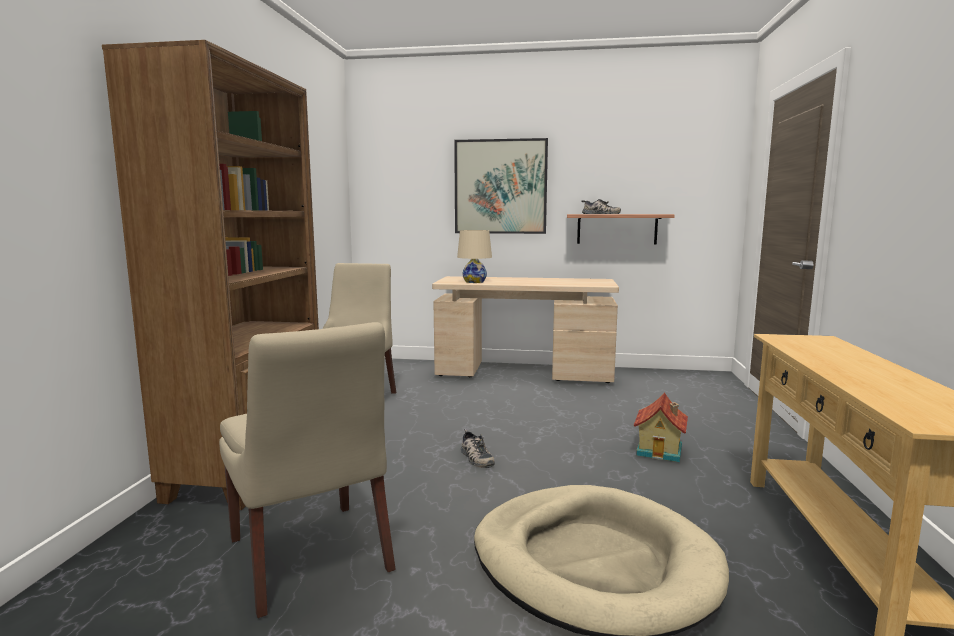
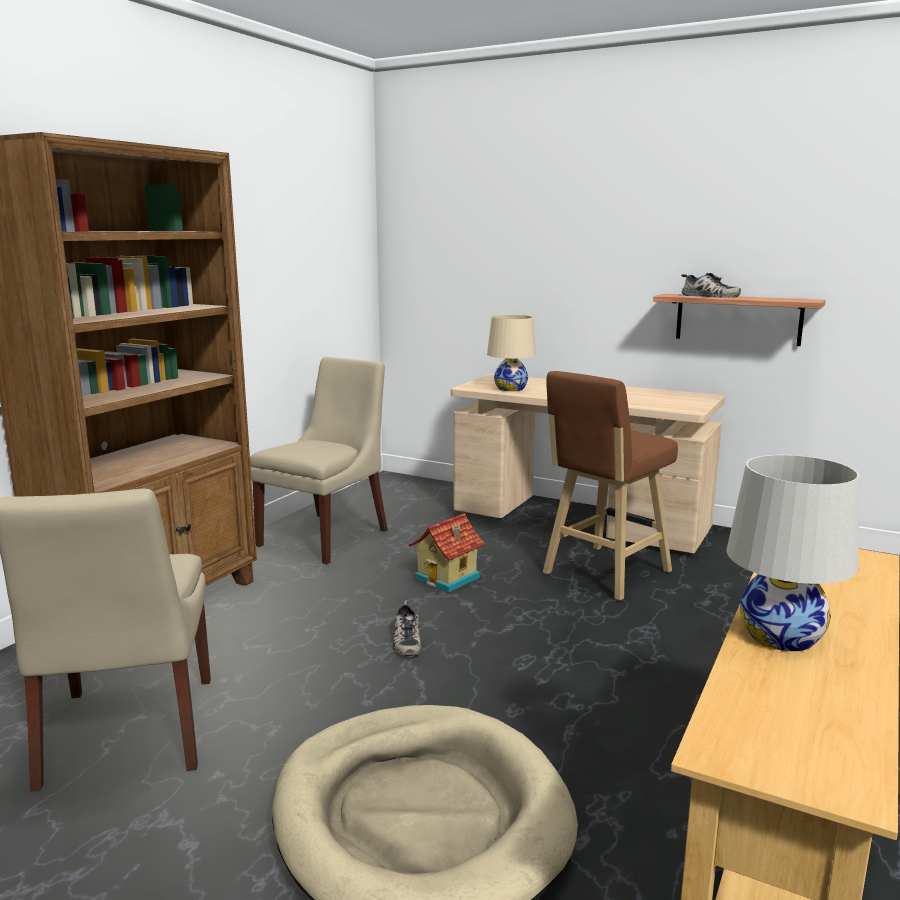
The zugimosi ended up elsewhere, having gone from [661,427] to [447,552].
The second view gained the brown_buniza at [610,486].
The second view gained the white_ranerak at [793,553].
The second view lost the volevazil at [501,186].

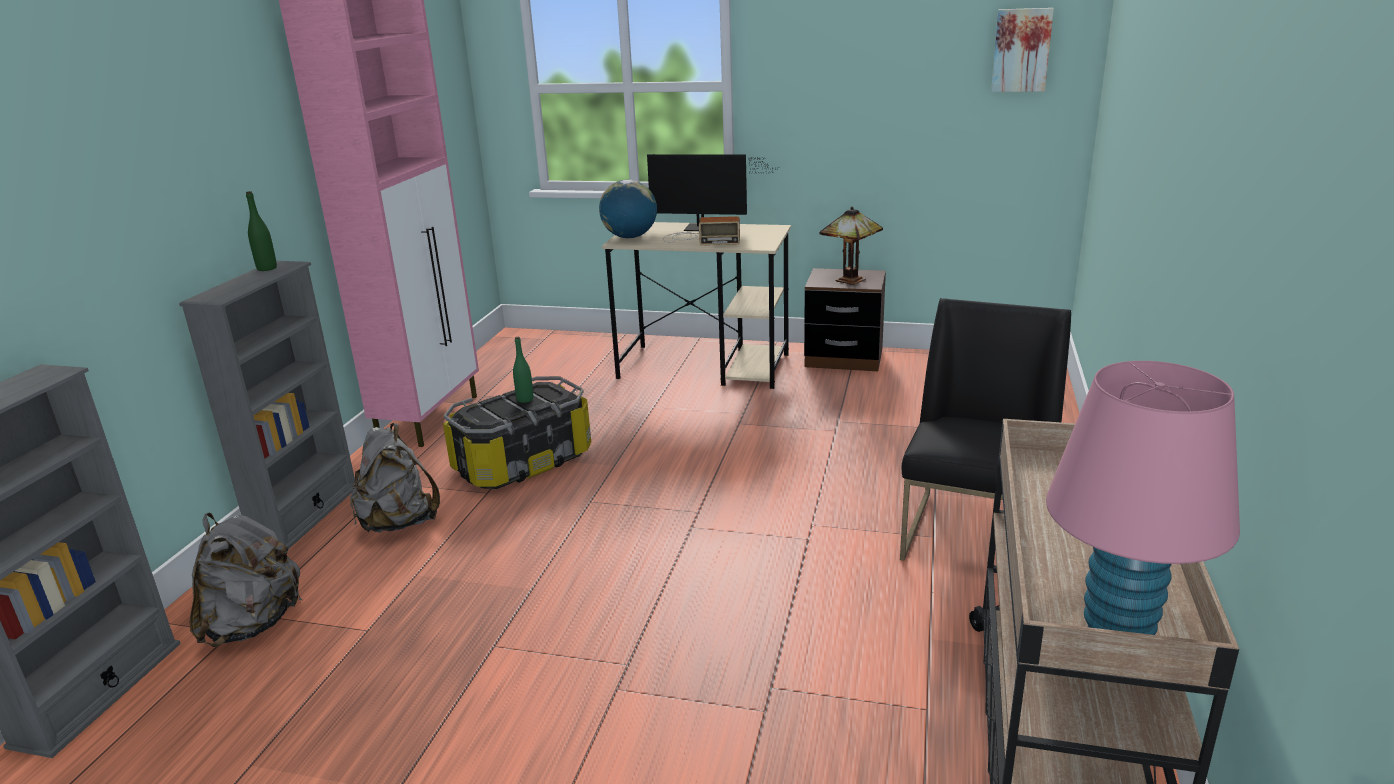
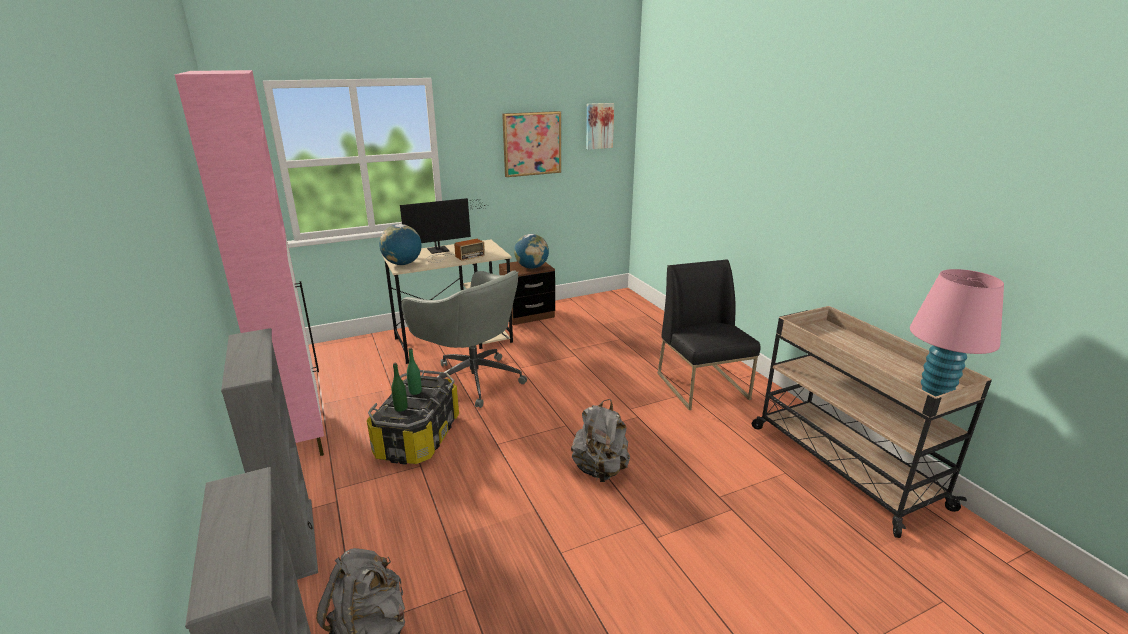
The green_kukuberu ended up elsewhere, having gone from [261,231] to [399,387].
The second view gained the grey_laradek at [464,339].
The second view gained the volevazil at [531,144].
Where the ranerak stood at [851,246], the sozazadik came to stand at [531,251].
The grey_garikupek ended up elsewhere, having gone from [395,477] to [600,440].

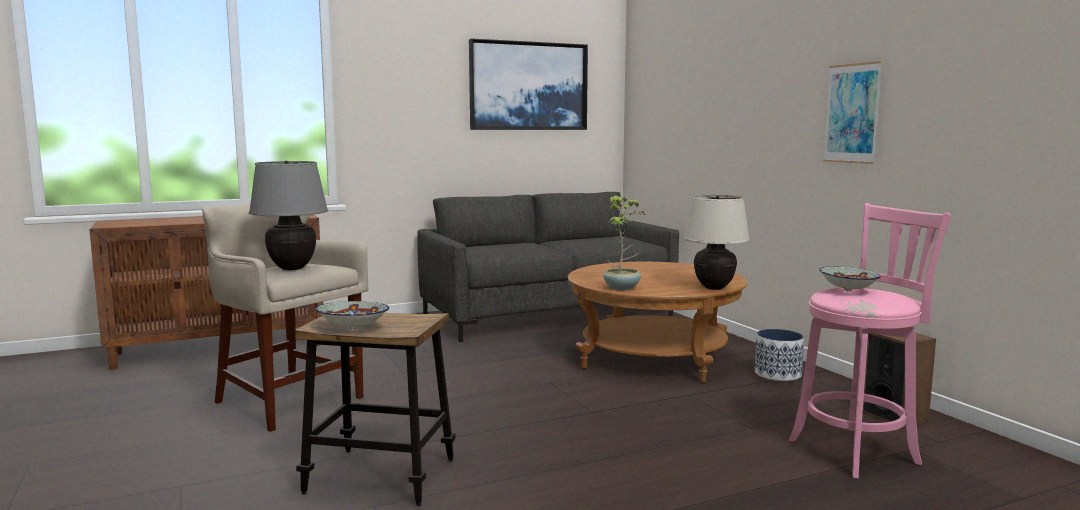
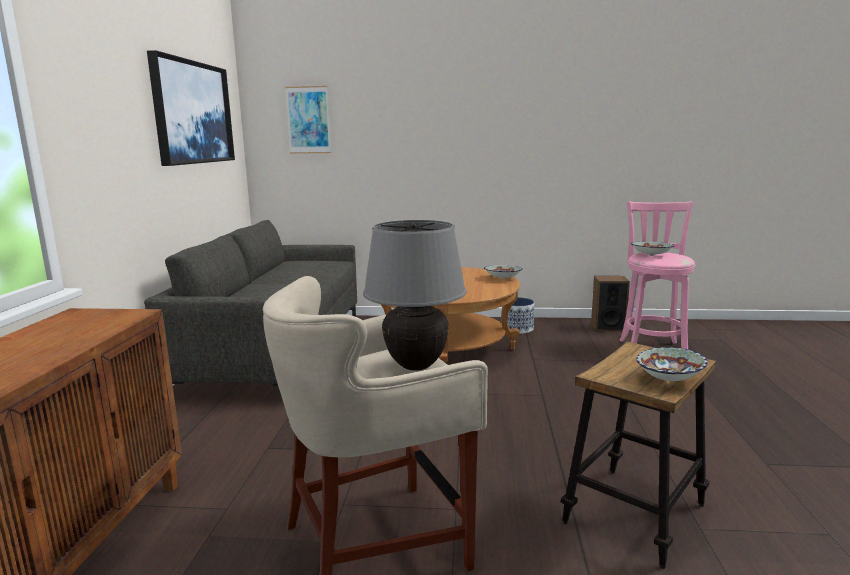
The volevazil ended up elsewhere, having gone from [853,112] to [308,120].
Where the beige_ranerak stood at [716,242], the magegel came to stand at [503,272].
The second view lost the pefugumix at [624,242].

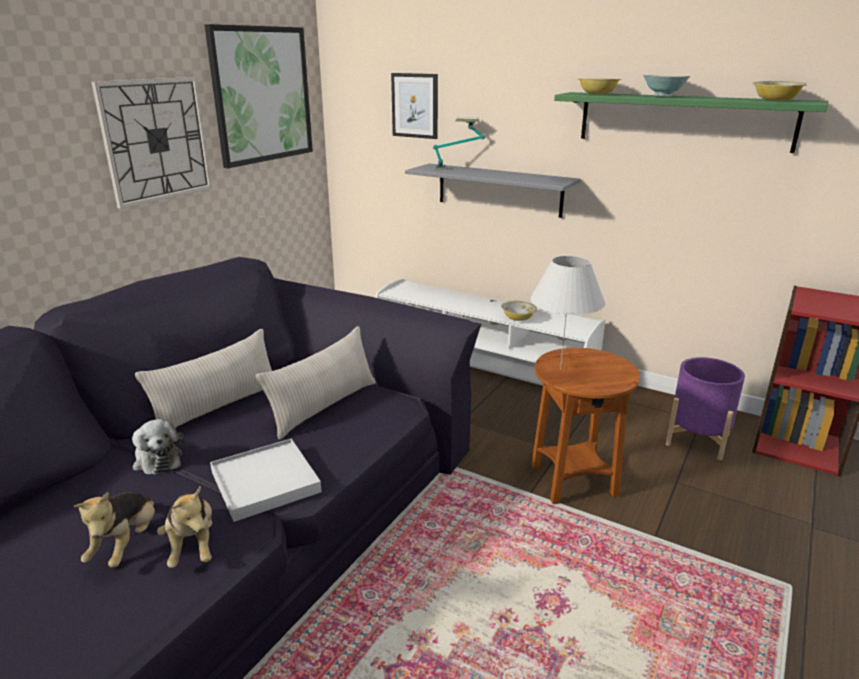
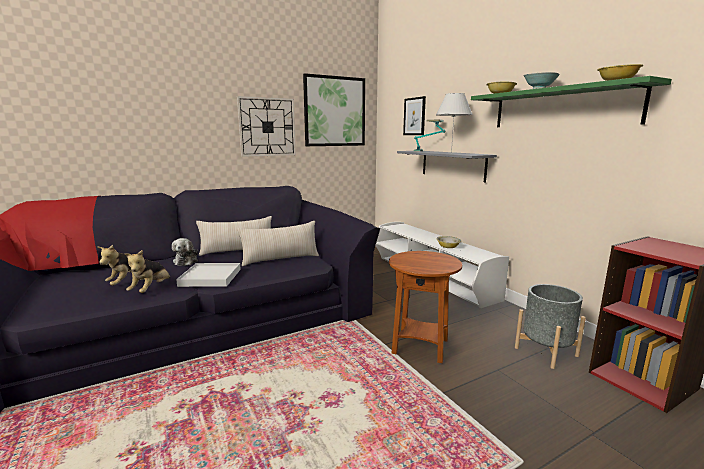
The white_ranerak ended up elsewhere, having gone from [567,312] to [454,123].
What was the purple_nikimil at [705,408] turned into the grey_nikimil at [550,326].

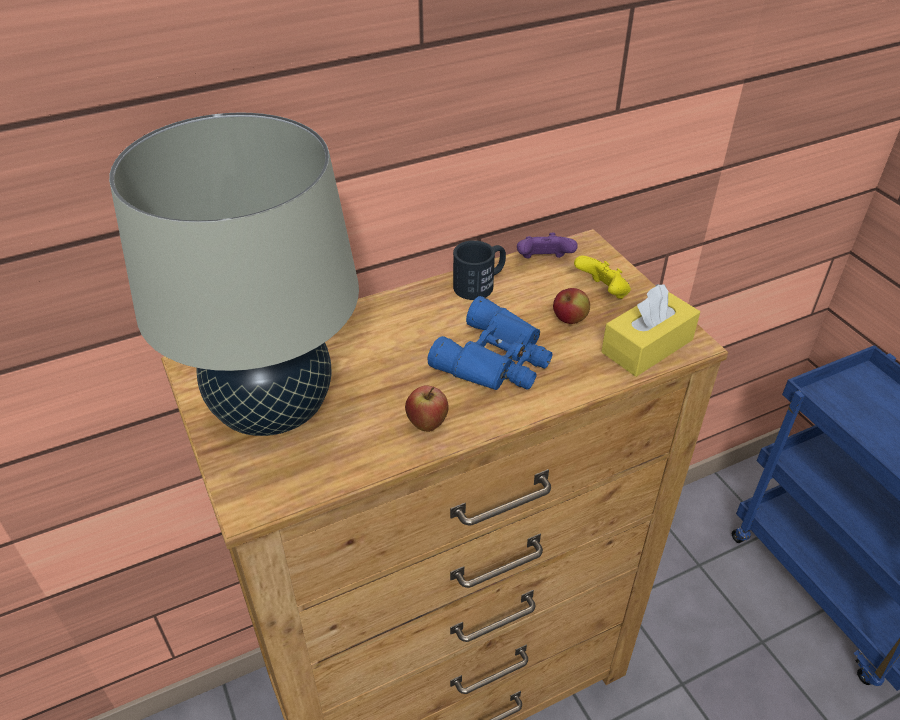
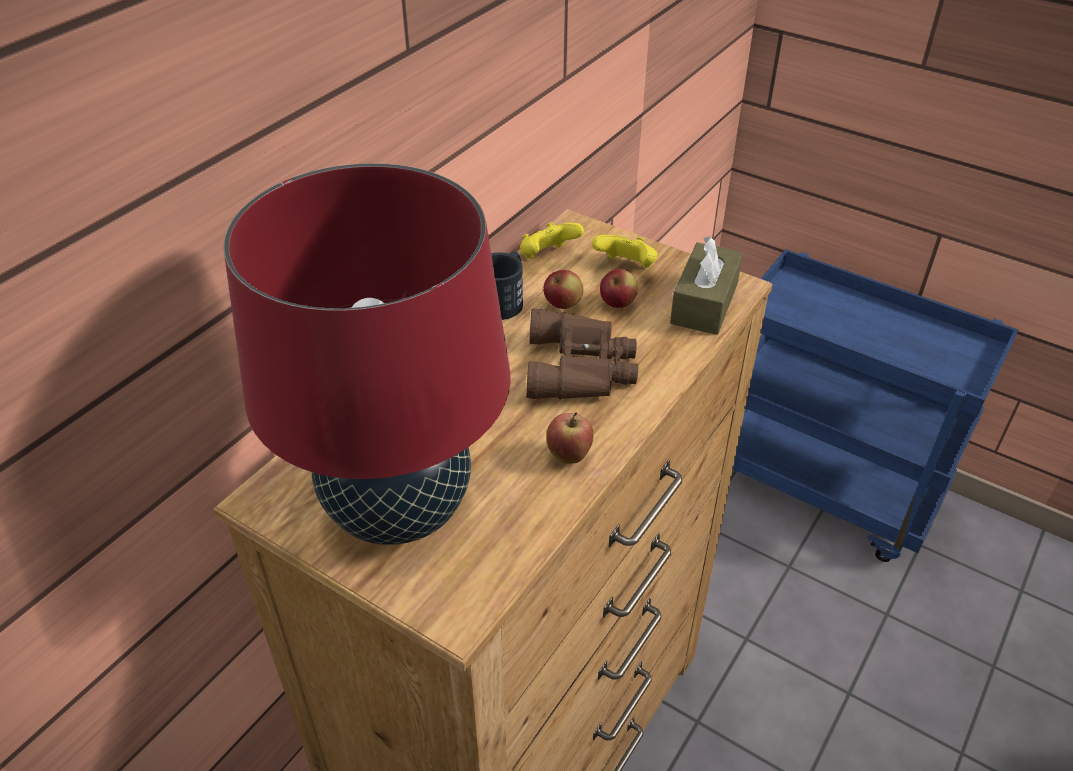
What was the beige_ranerak at [234,274] turned into the red_ranerak at [367,354].
What was the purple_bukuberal at [547,246] turned into the yellow_bukuberal at [552,240].
What was the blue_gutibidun at [489,343] turned into the brown_gutibidun at [582,354].
The second view gained the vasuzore at [563,289].
What was the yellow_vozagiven at [650,330] turned into the brown_vozagiven at [706,285].

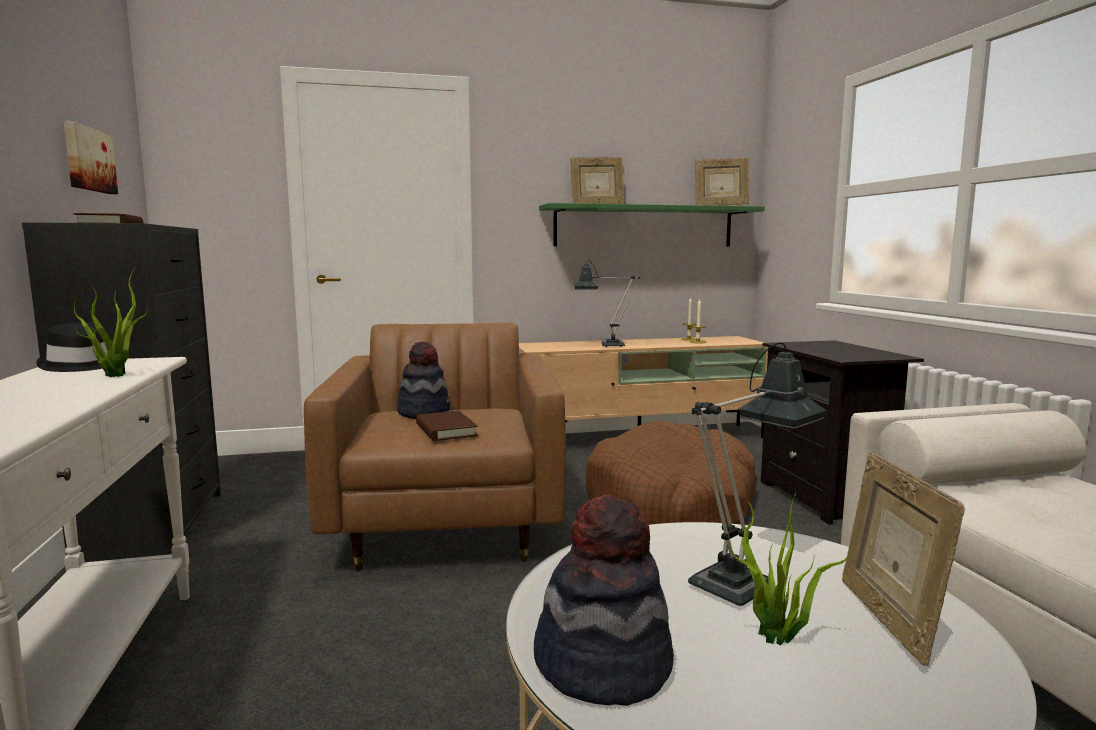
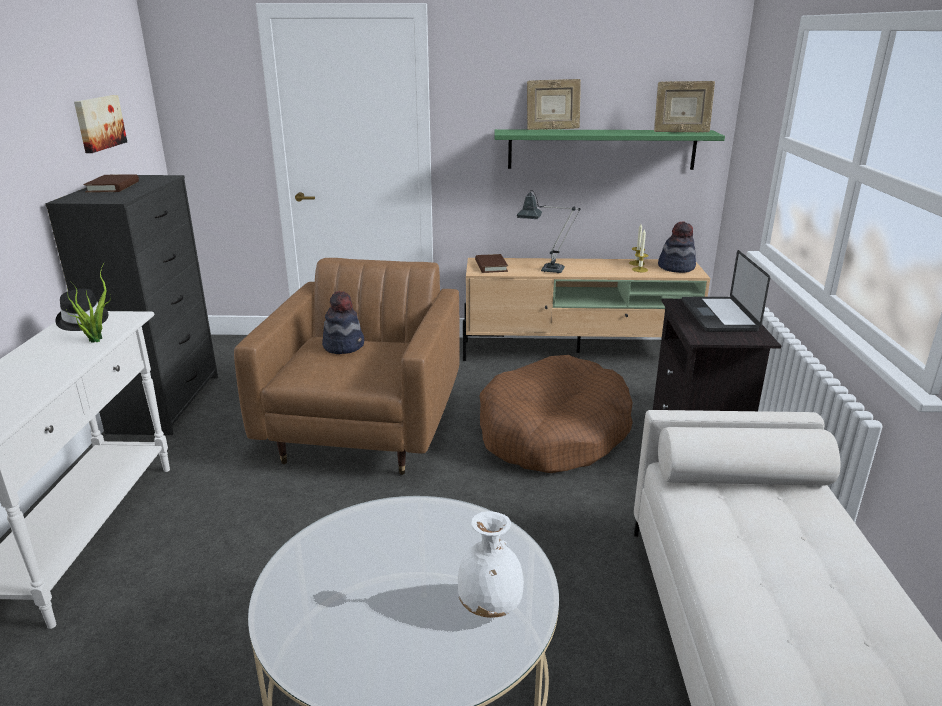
Where the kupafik stood at [903,559], the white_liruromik came to stand at [491,564].
The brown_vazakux ended up elsewhere, having gone from [447,426] to [491,263].
The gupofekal ended up elsewhere, having gone from [604,600] to [677,247].
The second view gained the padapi at [726,291].
The second view lost the ranerak at [757,474].
The second view lost the pefugumix at [790,569].

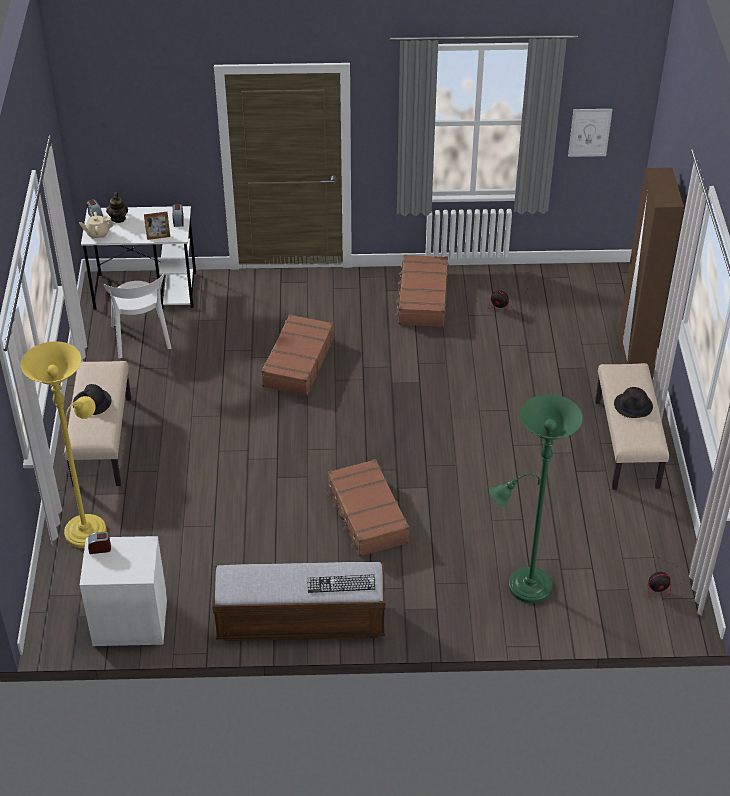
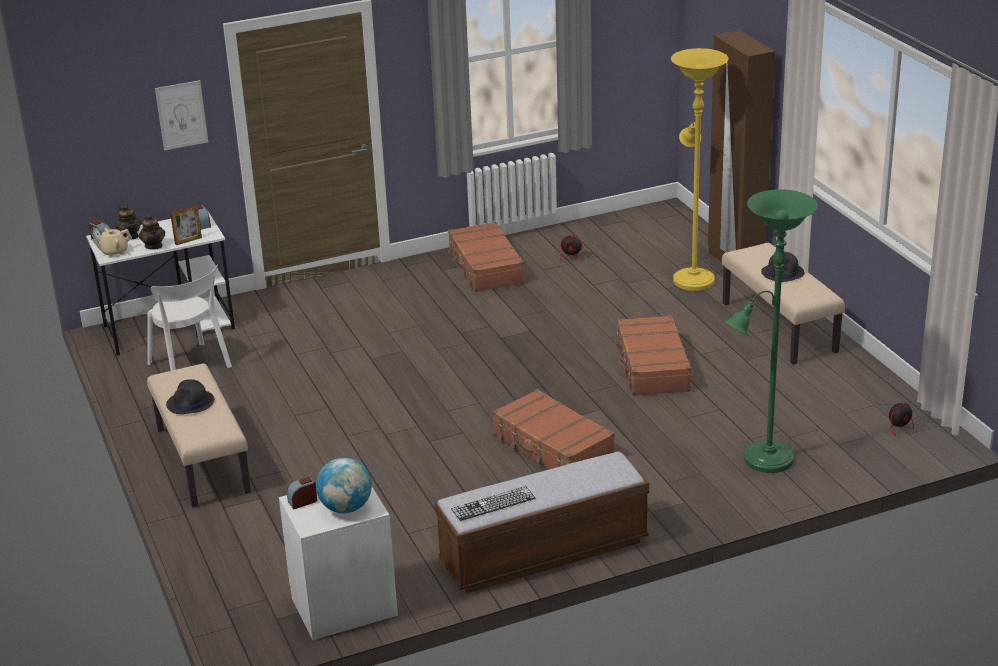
The second view gained the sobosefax at [152,232].
The volevazil ended up elsewhere, having gone from [590,133] to [181,115].
The second view gained the sozazadik at [344,485].
The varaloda ended up elsewhere, having gone from [341,583] to [493,503].
The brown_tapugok ended up elsewhere, having gone from [297,355] to [652,355].
The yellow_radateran ended up elsewhere, having gone from [63,444] to [699,169].

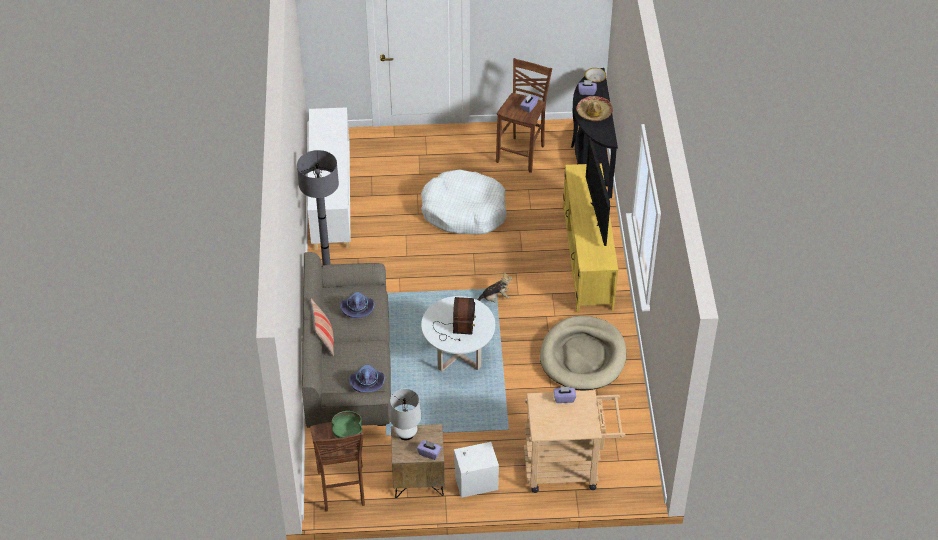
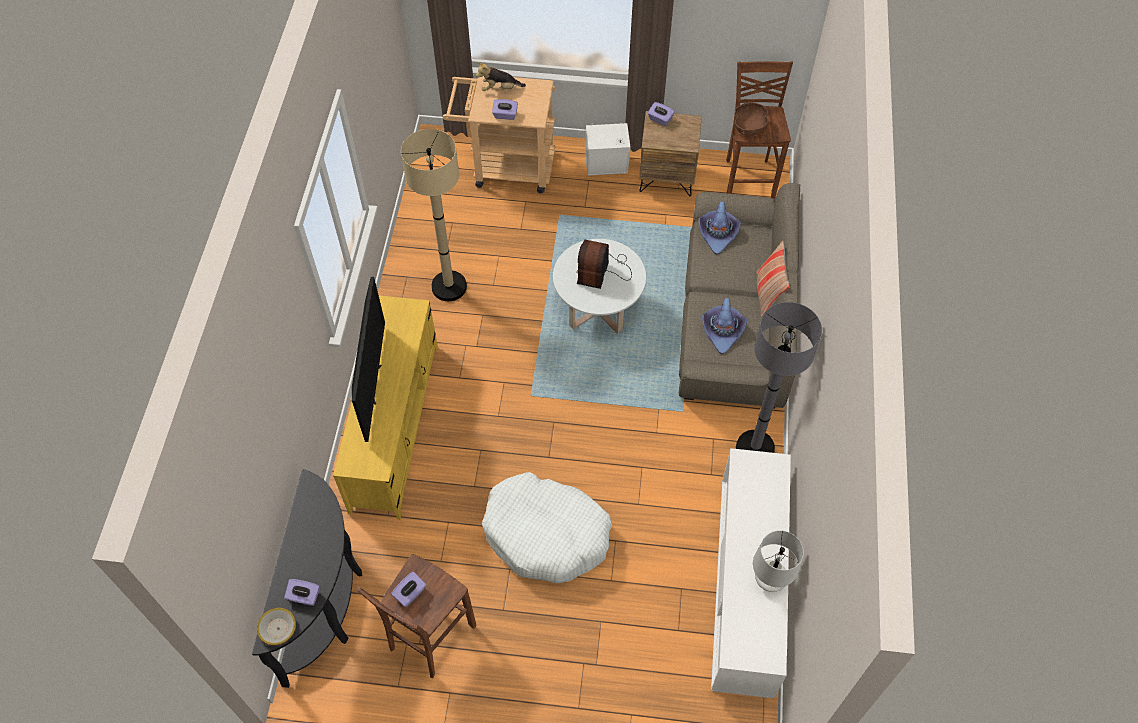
Where the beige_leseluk stood at [583,353], the beige_radateran came to stand at [434,215].
The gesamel ended up elsewhere, having gone from [495,287] to [501,76].
What was the green_magegel at [347,424] turned into the brown_magegel at [751,119].
The white_ranerak ended up elsewhere, having gone from [405,414] to [778,561].
The second view lost the gupofekal at [594,108].

